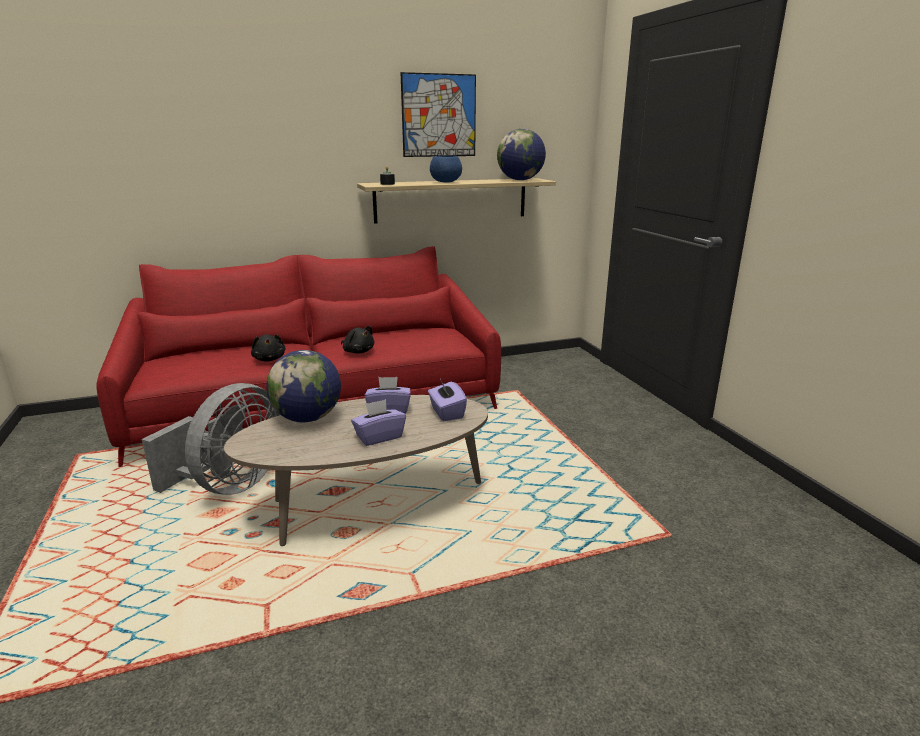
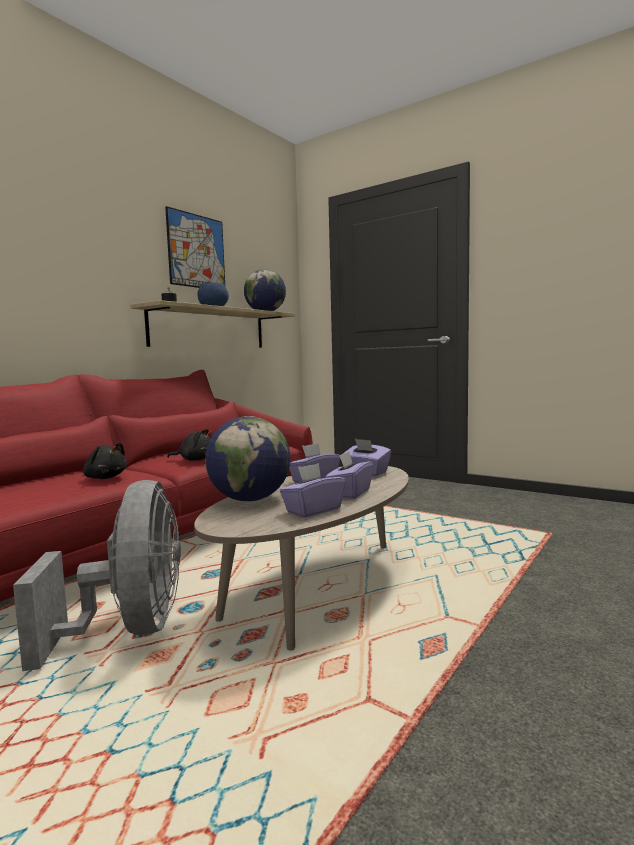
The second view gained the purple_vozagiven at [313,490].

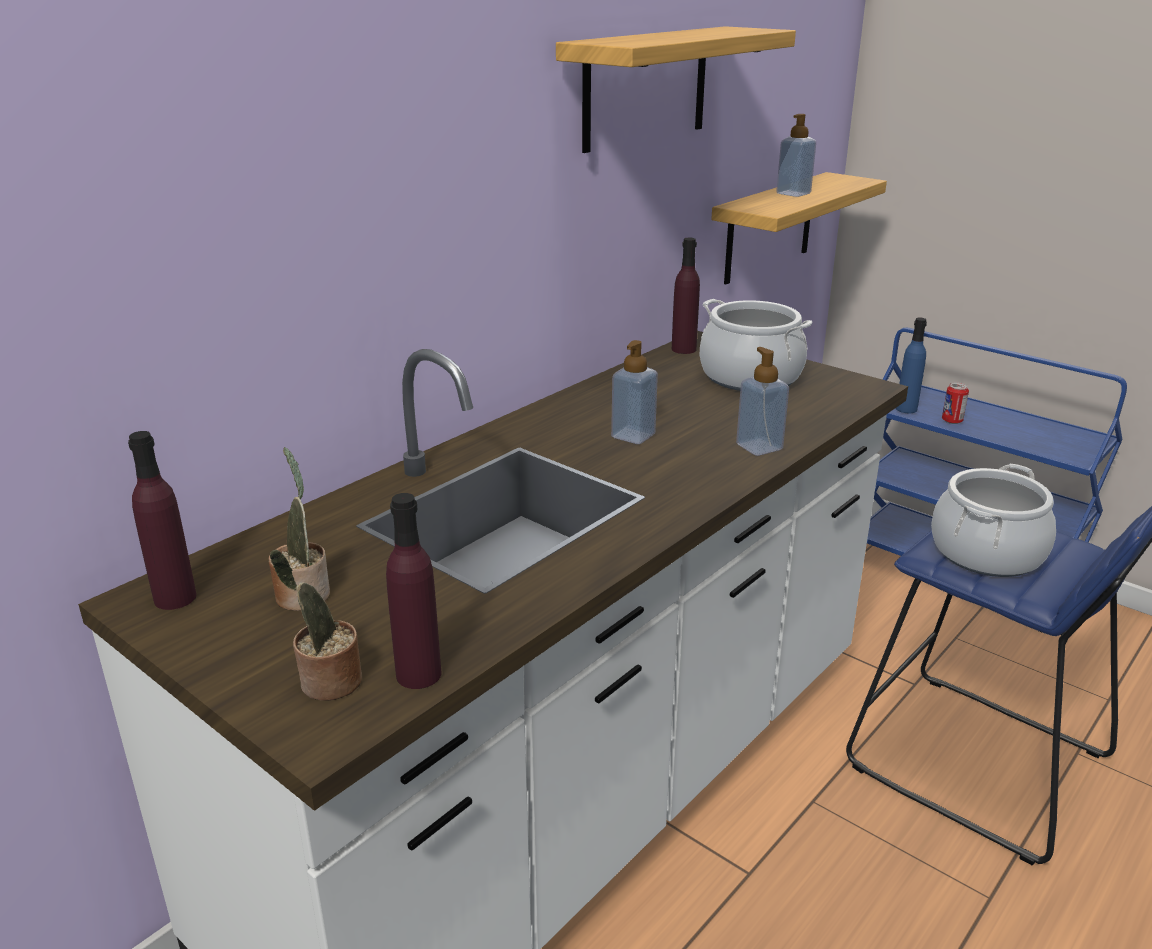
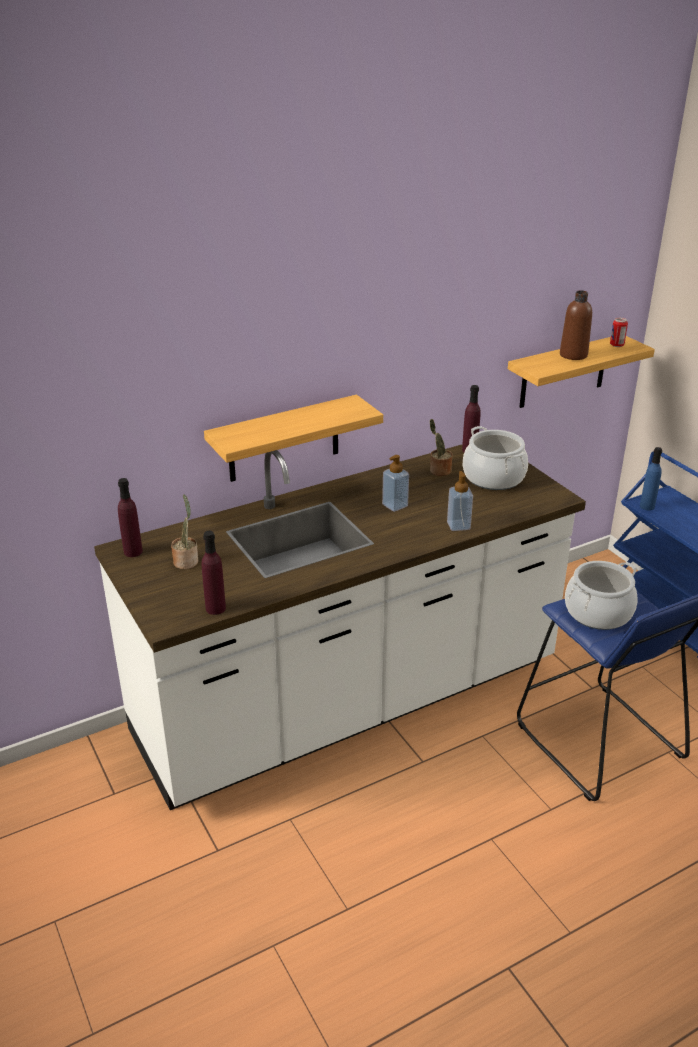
The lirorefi ended up elsewhere, having gone from [676,89] to [293,438].
The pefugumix ended up elsewhere, having gone from [316,625] to [441,447].
Where the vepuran stood at [796,155], the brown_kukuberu came to stand at [576,325].
The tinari ended up elsewhere, having gone from [955,403] to [619,332].

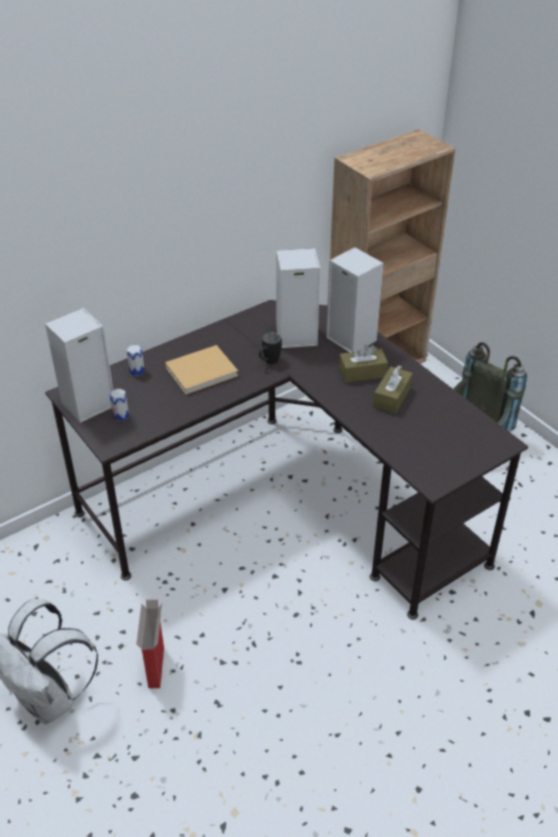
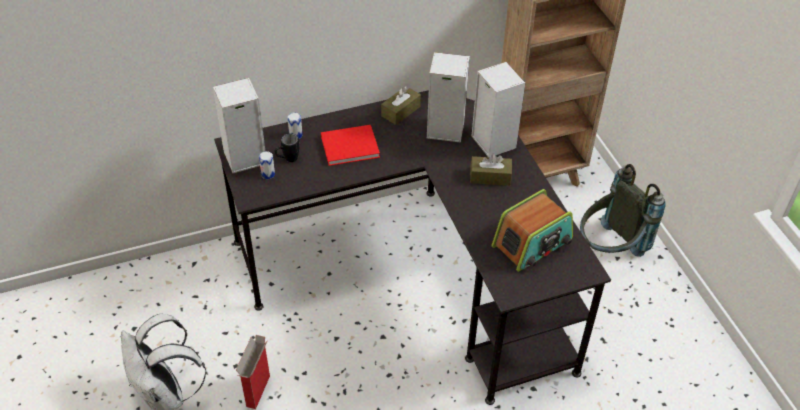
The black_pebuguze ended up elsewhere, having gone from [270,348] to [287,147].
What was the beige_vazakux at [201,369] turned into the red_vazakux at [350,145].
The brown_vozagiven ended up elsewhere, having gone from [393,389] to [401,105].
The second view gained the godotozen at [532,230].

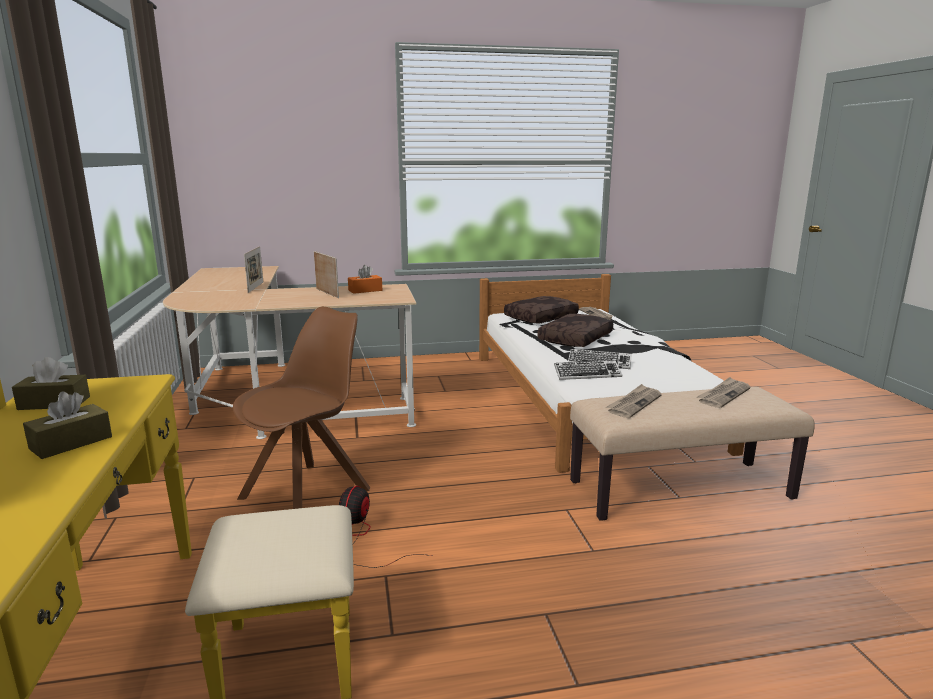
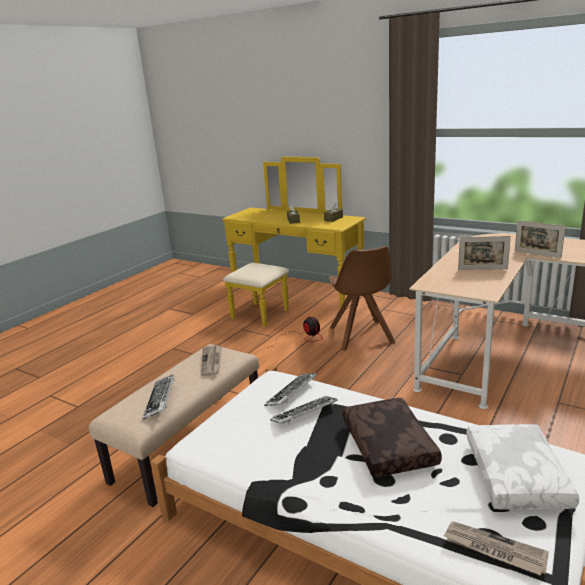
Where the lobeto stood at [723,392], the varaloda came to stand at [158,397].
What was the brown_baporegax at [541,310] turned into the white_baporegax at [523,467].
The second view lost the orange_vozagiven at [365,279].

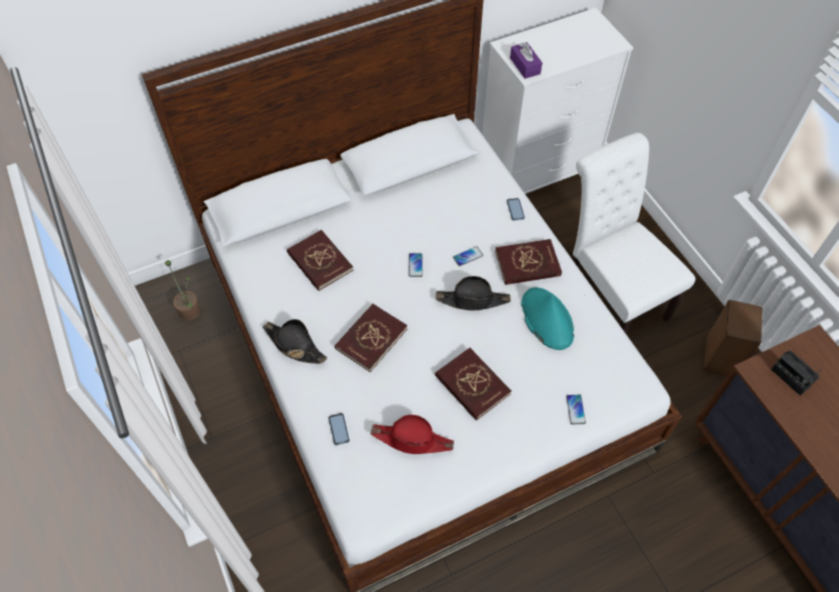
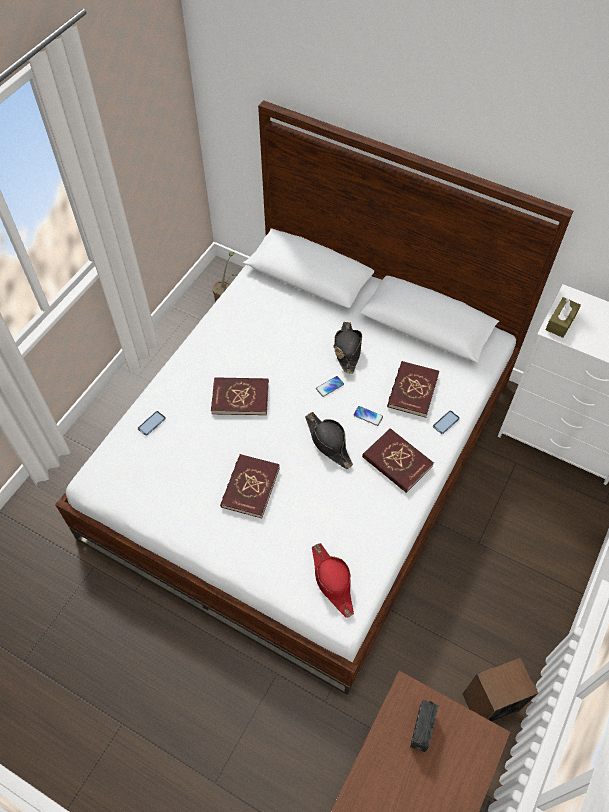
The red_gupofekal ended up elsewhere, having gone from [412,434] to [333,580].
The black_gupofekal ended up elsewhere, having gone from [295,341] to [348,348].
The red_vazakux ended up elsewhere, having gone from [320,260] to [413,389].
What was the purple_vozagiven at [526,60] turned into the brown_vozagiven at [563,317].
The second view lost the turquoise_gupofekal at [547,318].
The second view lost the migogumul at [576,410].
The second view lost the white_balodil at [634,233].

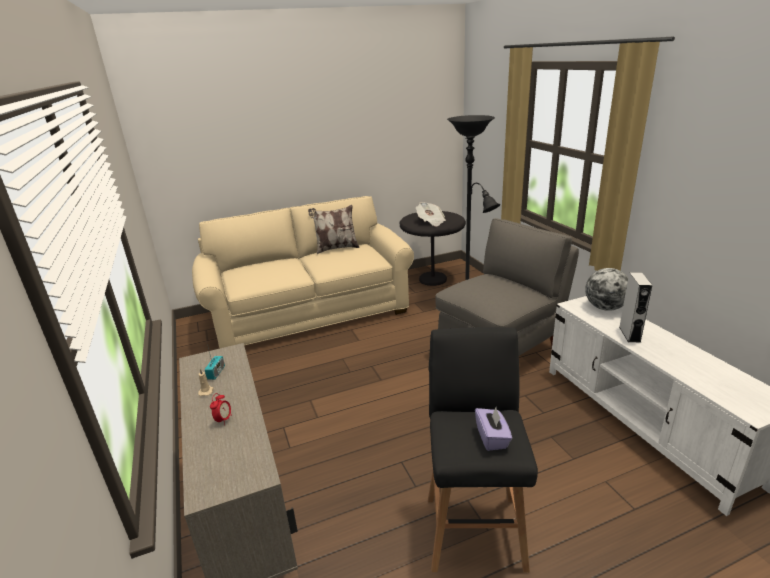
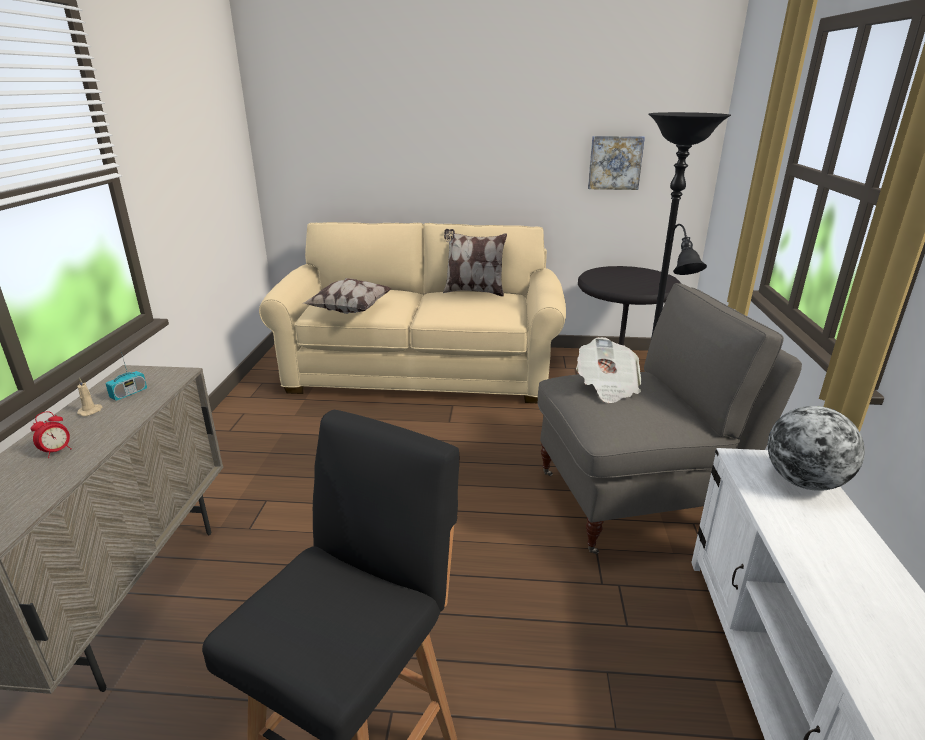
The second view gained the baporegax at [348,296].
The lobeto ended up elsewhere, having gone from [431,214] to [608,370].
The second view gained the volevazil at [616,163].
The second view lost the purple_vozagiven at [493,429].
The second view lost the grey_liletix at [635,307].

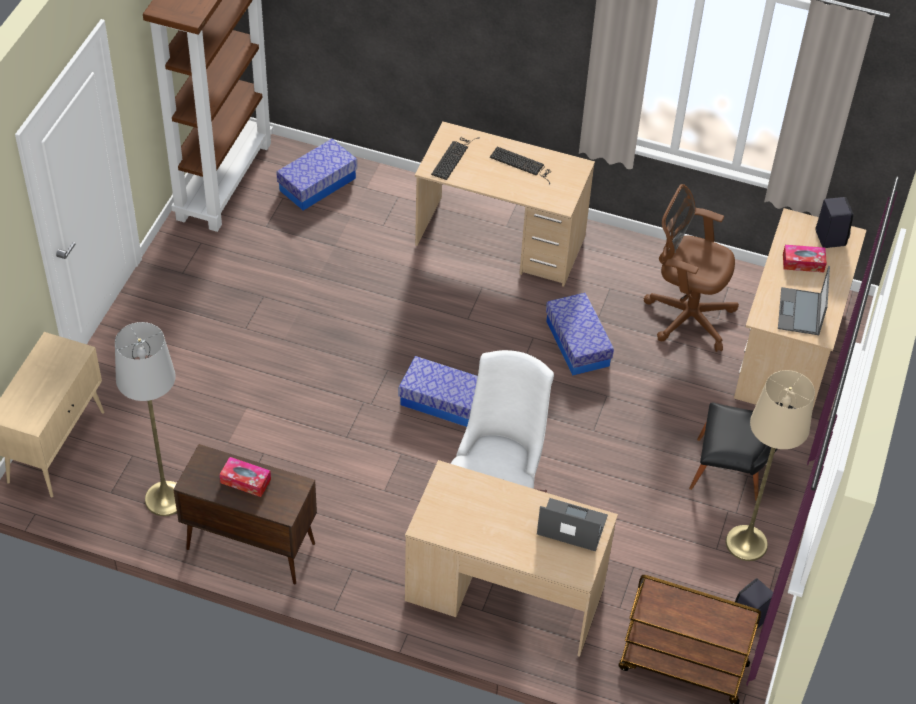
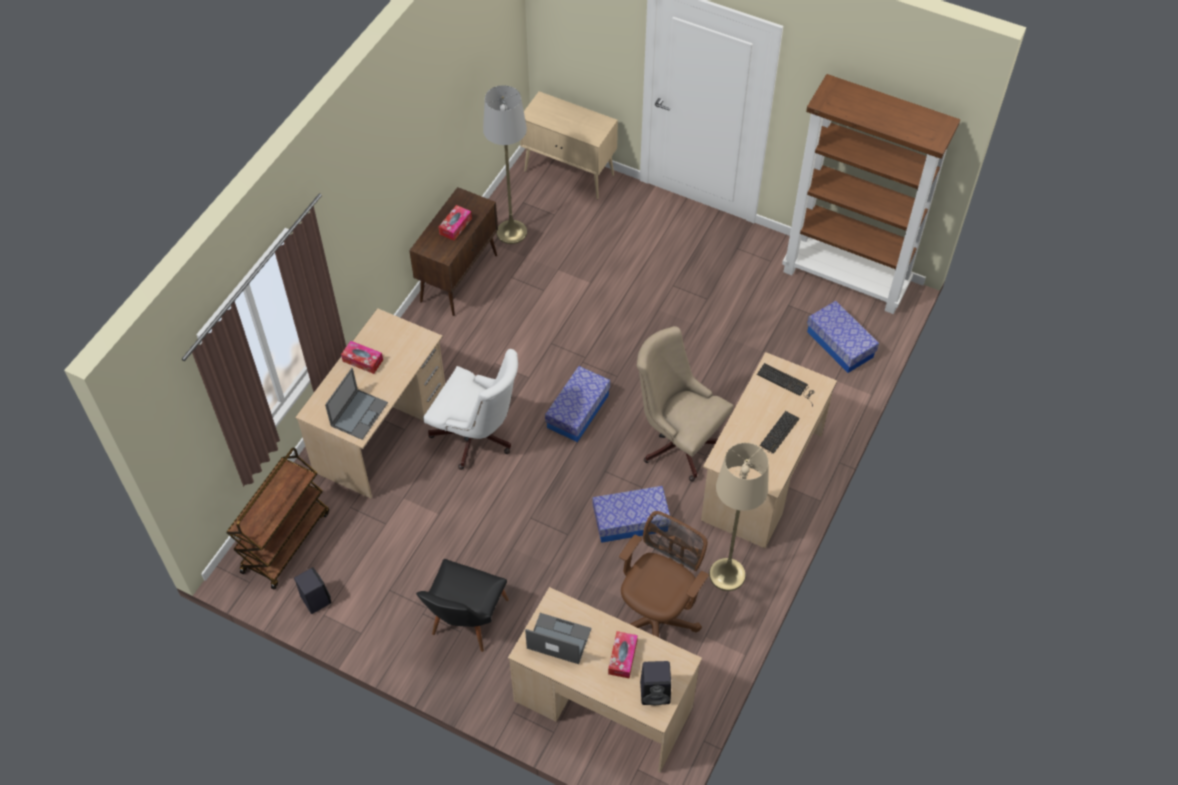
The second view gained the vozagiven at [362,357].
The second view gained the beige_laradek at [685,404].
The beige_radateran ended up elsewhere, having gone from [770,465] to [739,517].

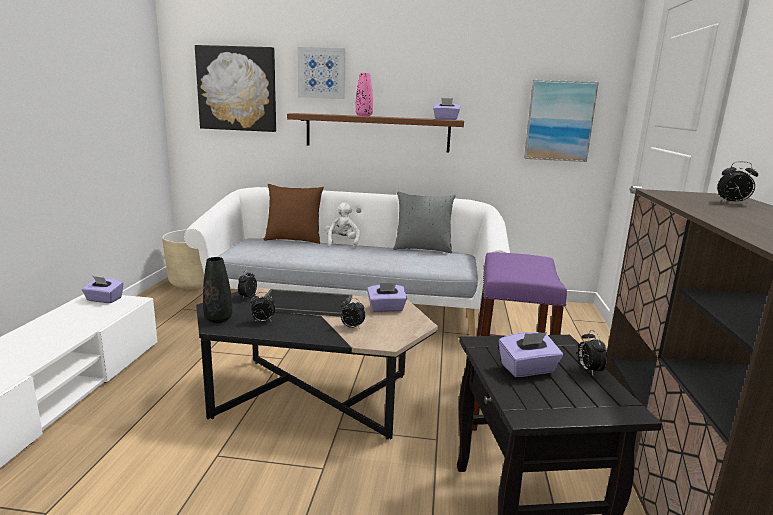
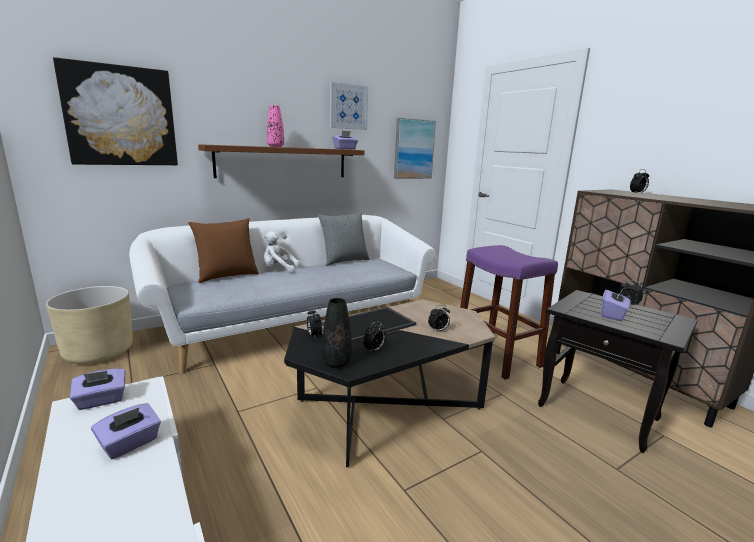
The purple_vozagiven ended up elsewhere, having gone from [387,297] to [126,431].
The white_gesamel at [342,225] ended up facing another way, 45 degrees counterclockwise from before.
The volevazil ended up elsewhere, having gone from [322,73] to [349,106].

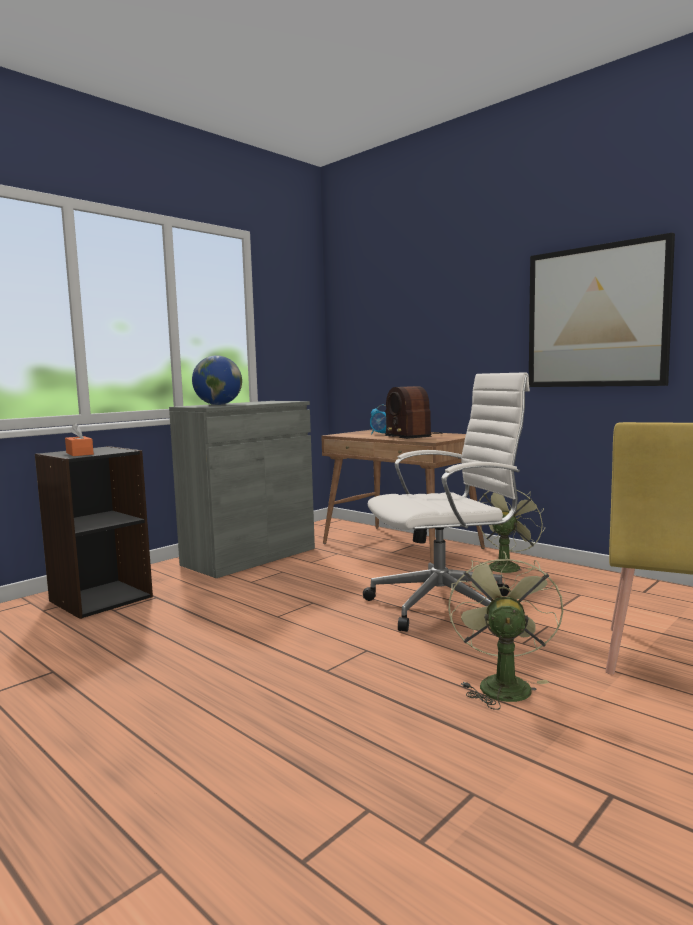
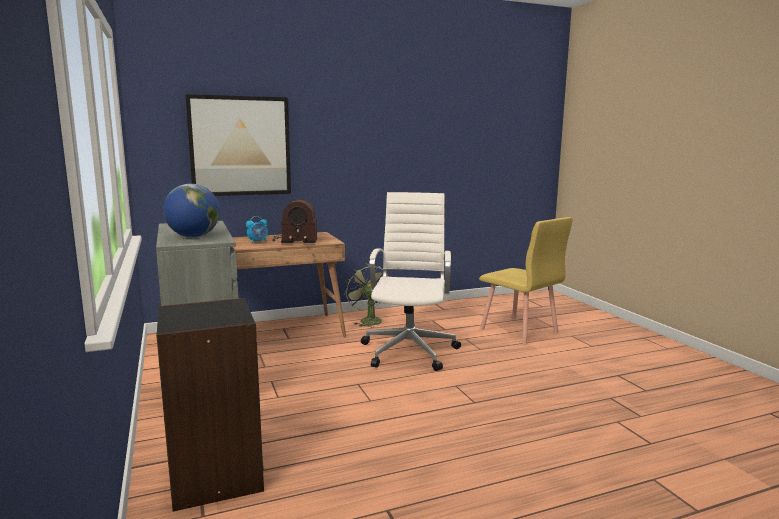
The volevazil ended up elsewhere, having gone from [602,310] to [238,145].
The second view lost the orange_vozagiven at [79,439].
The second view lost the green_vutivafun at [505,630].

